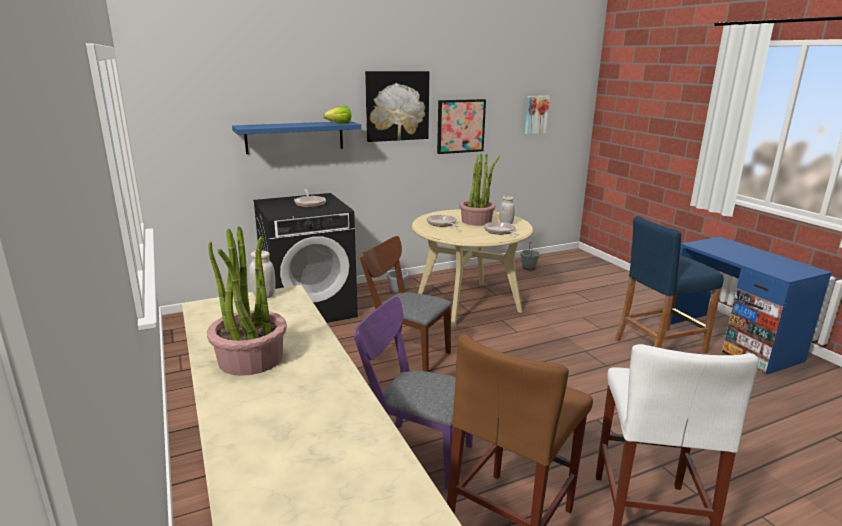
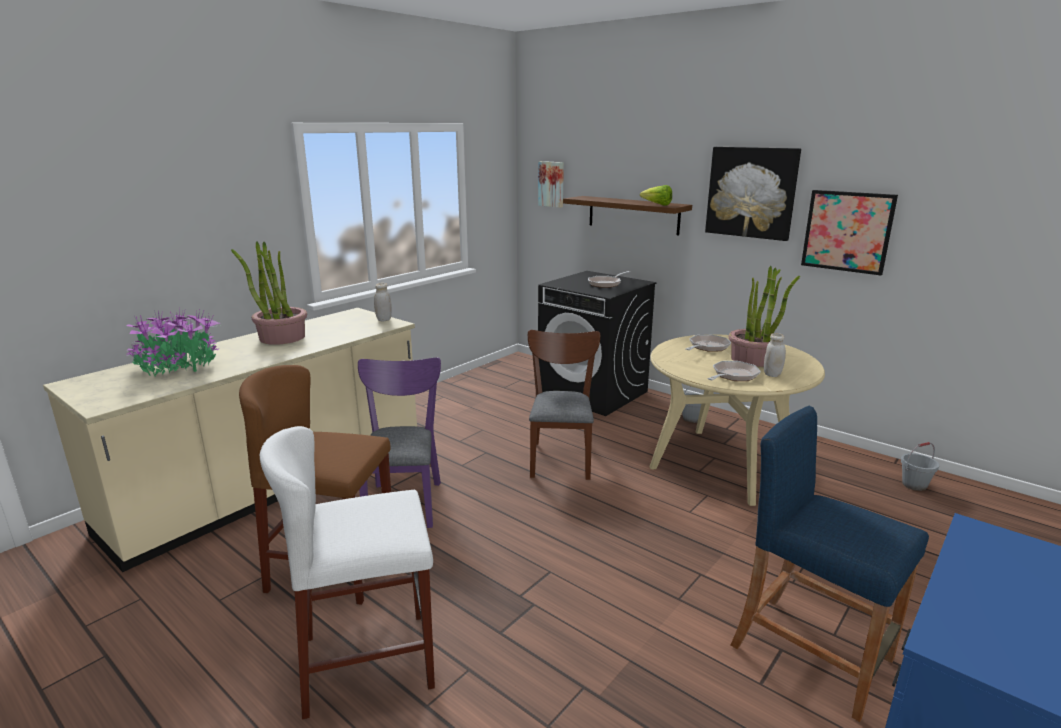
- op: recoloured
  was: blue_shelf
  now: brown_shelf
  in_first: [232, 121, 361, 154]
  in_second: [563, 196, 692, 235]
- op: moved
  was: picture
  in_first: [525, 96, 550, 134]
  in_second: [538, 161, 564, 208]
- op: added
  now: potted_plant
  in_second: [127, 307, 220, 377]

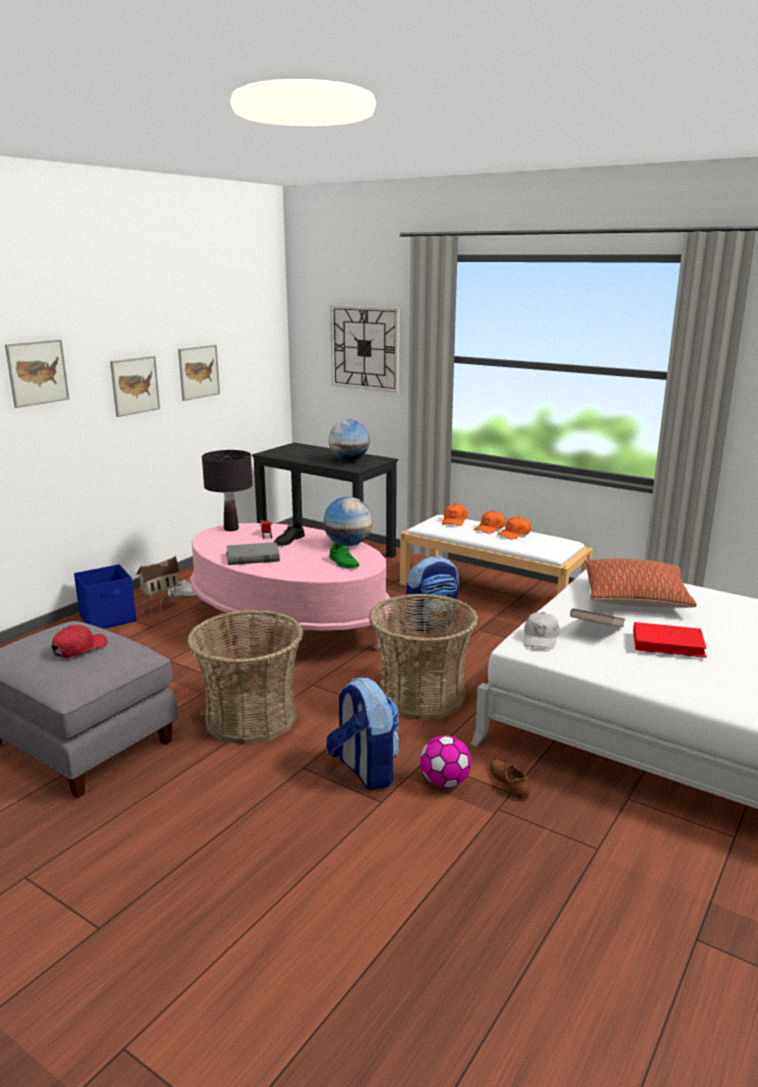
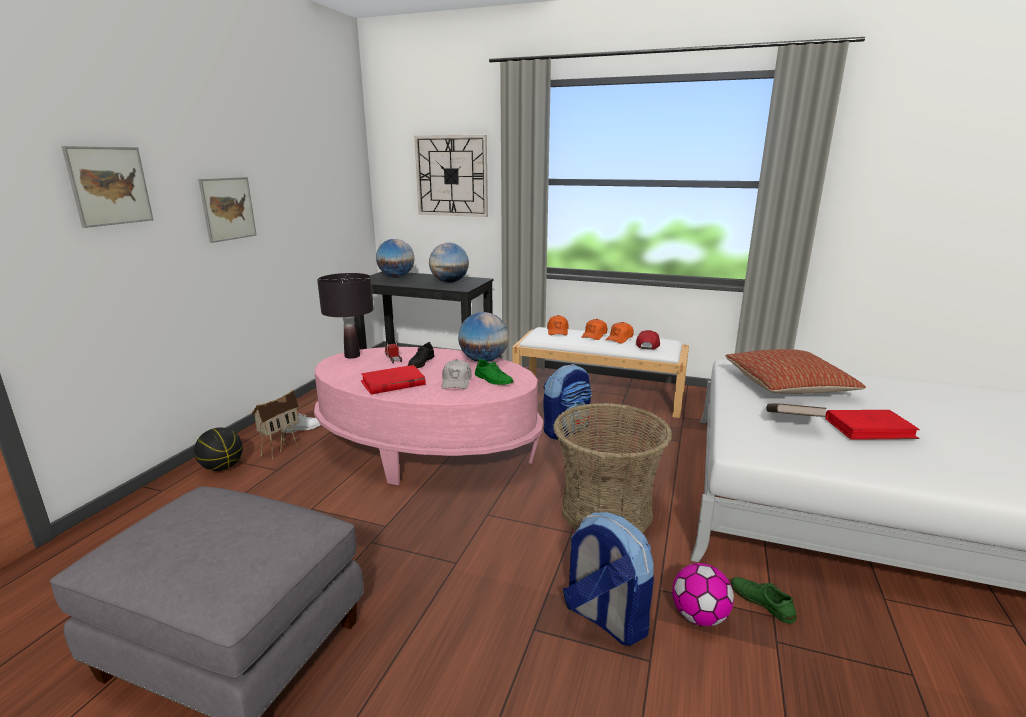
- op: moved
  was: red_cap
  in_first: [51, 625, 108, 658]
  in_second: [636, 330, 660, 350]
- op: replaced
  was: blue_storage_box
  now: basketball
  in_first: [74, 564, 136, 629]
  in_second: [194, 428, 243, 471]
- op: removed
  was: picture
  in_first: [178, 345, 220, 401]
- op: removed
  was: basket
  in_first: [187, 610, 304, 745]
- op: recoloured
  was: grey_book
  now: red_book
  in_first: [226, 542, 280, 565]
  in_second: [361, 365, 426, 394]
- op: recoloured
  was: brown_shoe
  now: green_shoe
  in_first: [490, 759, 529, 799]
  in_second: [730, 577, 796, 624]
- op: moved
  was: white_cap
  in_first: [523, 612, 559, 649]
  in_second: [442, 359, 472, 389]
- op: added
  now: globe
  in_second: [376, 239, 415, 277]

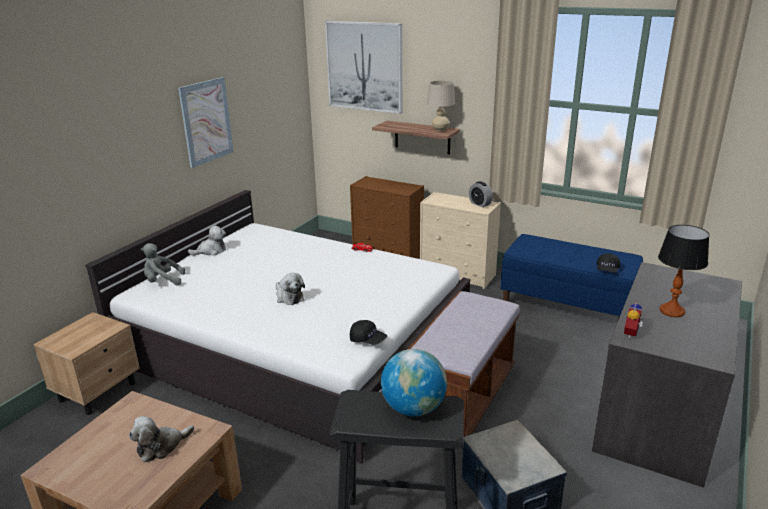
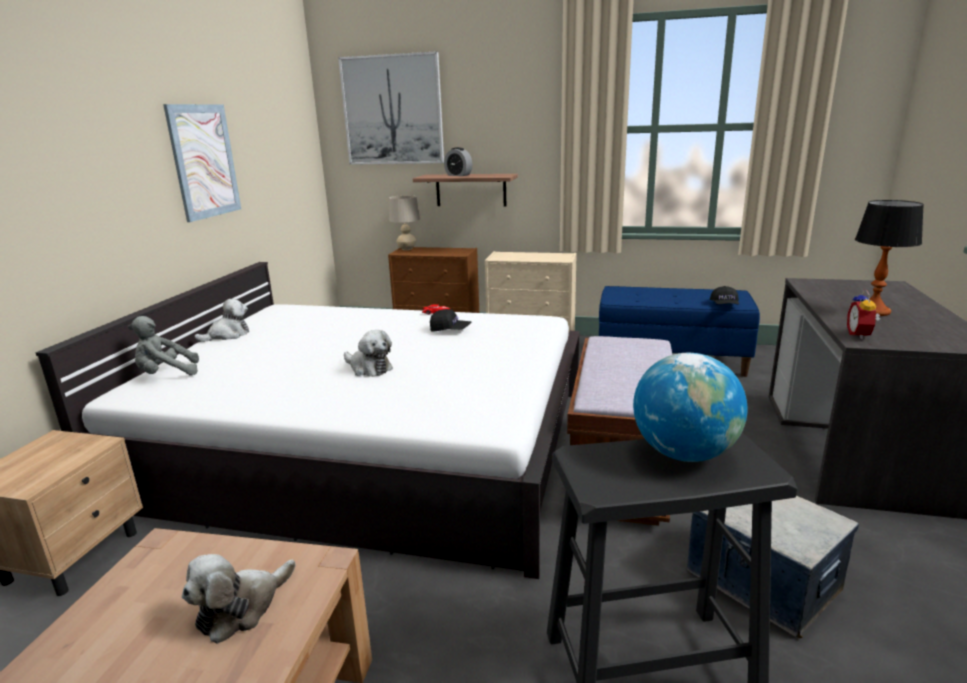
- op: moved
  was: black_cap
  in_first: [350, 320, 387, 345]
  in_second: [430, 309, 471, 332]
- op: moved
  was: beige_table_lamp
  in_first: [427, 81, 455, 131]
  in_second: [389, 195, 420, 250]
- op: moved
  was: alarm_clock
  in_first: [469, 181, 493, 207]
  in_second: [444, 147, 472, 176]

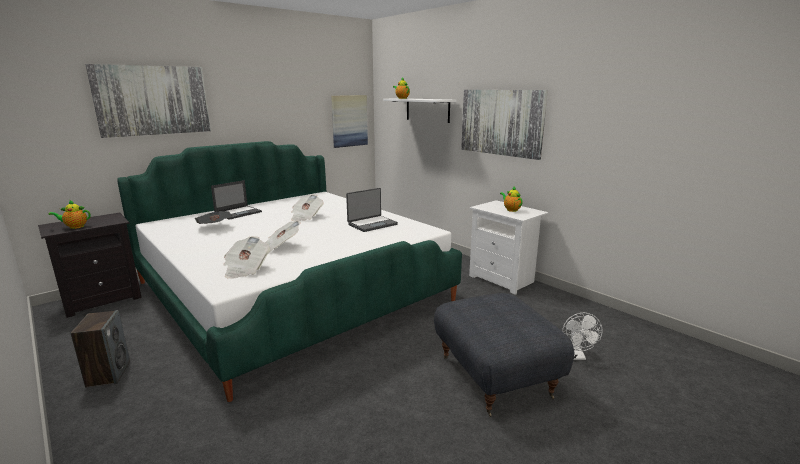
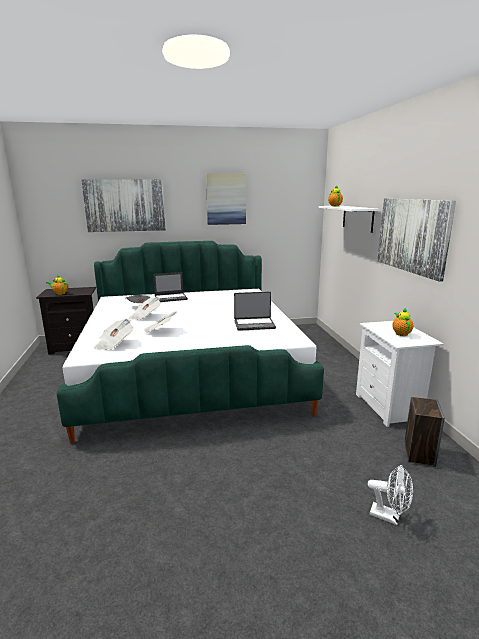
- op: moved
  was: speaker
  in_first: [71, 310, 130, 387]
  in_second: [404, 397, 445, 467]
- op: moved
  was: newspaper
  in_first: [291, 194, 323, 221]
  in_second: [129, 297, 161, 320]
- op: moved
  was: picture
  in_first: [331, 95, 368, 148]
  in_second: [206, 173, 246, 225]
- op: removed
  was: grey_ottoman
  in_first: [434, 293, 575, 417]
- op: turned
  was: white_fan
  in_first: [562, 313, 602, 360]
  in_second: [368, 465, 413, 525]
  clockwise: -90

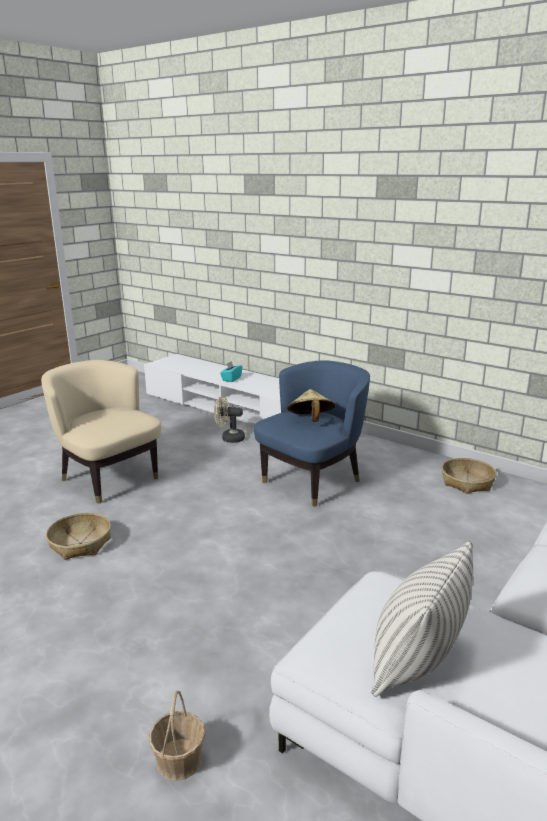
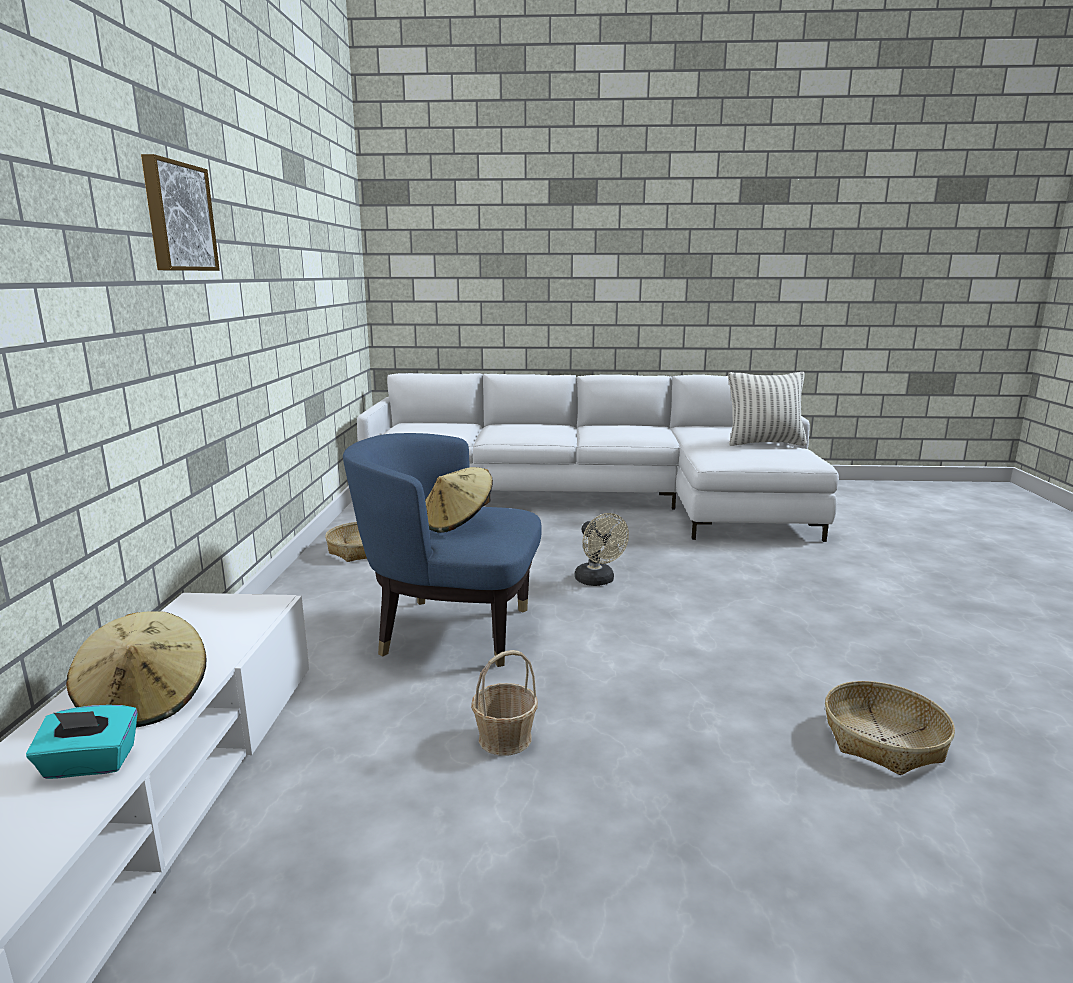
- op: removed
  was: beige_armchair
  in_first: [41, 360, 161, 504]
- op: moved
  was: basket
  in_first: [149, 690, 205, 781]
  in_second: [471, 650, 538, 755]
- op: moved
  was: beige_fan
  in_first: [214, 396, 245, 443]
  in_second: [575, 513, 629, 586]
- op: added
  now: beige_hat
  in_second: [66, 611, 207, 727]
- op: added
  now: picture
  in_second: [141, 154, 220, 271]

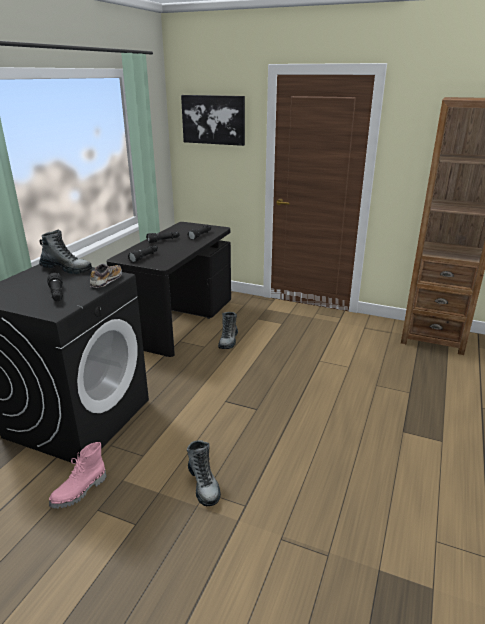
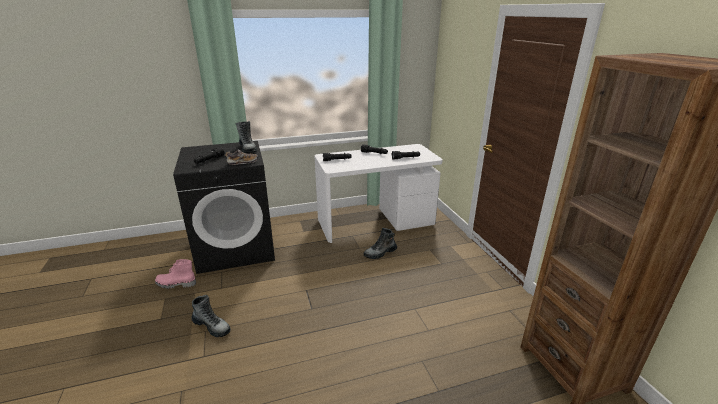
- op: recoloured
  was: black_desk
  now: white_desk
  in_first: [106, 222, 231, 357]
  in_second: [314, 144, 443, 243]
- op: removed
  was: picture
  in_first: [181, 95, 245, 146]
- op: turned
  was: boot
  in_first: [187, 440, 221, 506]
  in_second: [191, 295, 231, 337]
  clockwise: -90

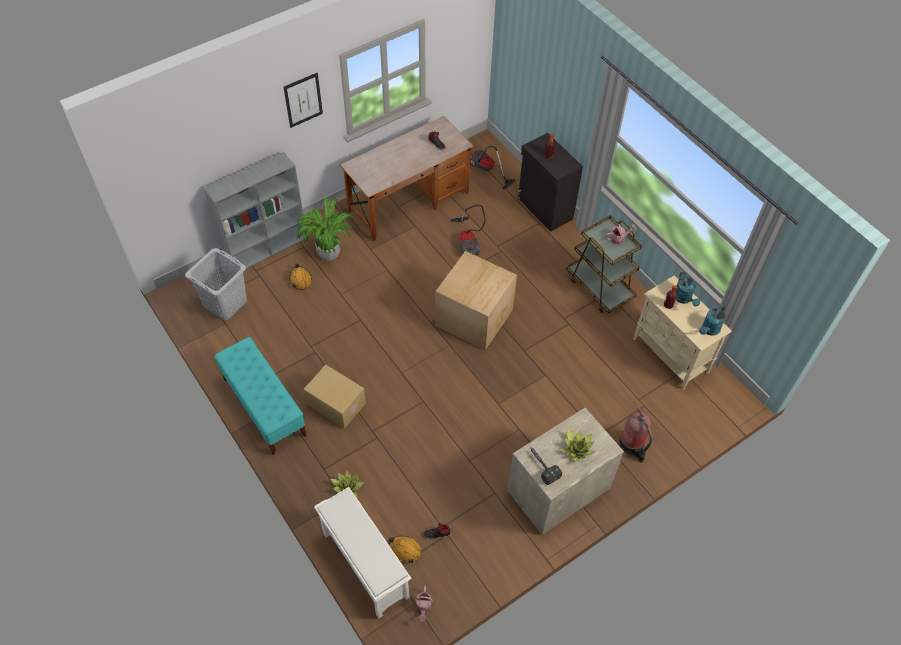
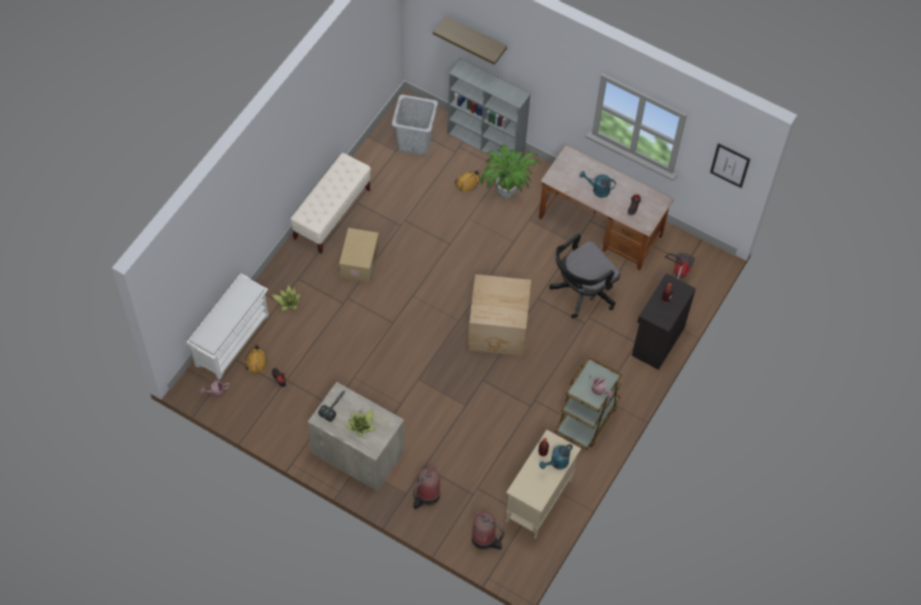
- op: recoloured
  was: turquoise_bench
  now: beige_bench
  in_first: [214, 337, 307, 455]
  in_second: [290, 153, 371, 254]
- op: moved
  was: picture
  in_first: [284, 73, 323, 128]
  in_second: [710, 143, 750, 188]
- op: replaced
  was: vacuum_cleaner
  now: black_office_chair
  in_first: [451, 205, 486, 256]
  in_second: [549, 233, 620, 318]
- op: moved
  was: turquoise_watering_can
  in_first: [699, 305, 725, 336]
  in_second: [580, 171, 616, 198]
- op: added
  now: shelf
  in_second: [433, 16, 507, 65]
- op: added
  now: fire_extinguisher
  in_second: [472, 511, 505, 550]

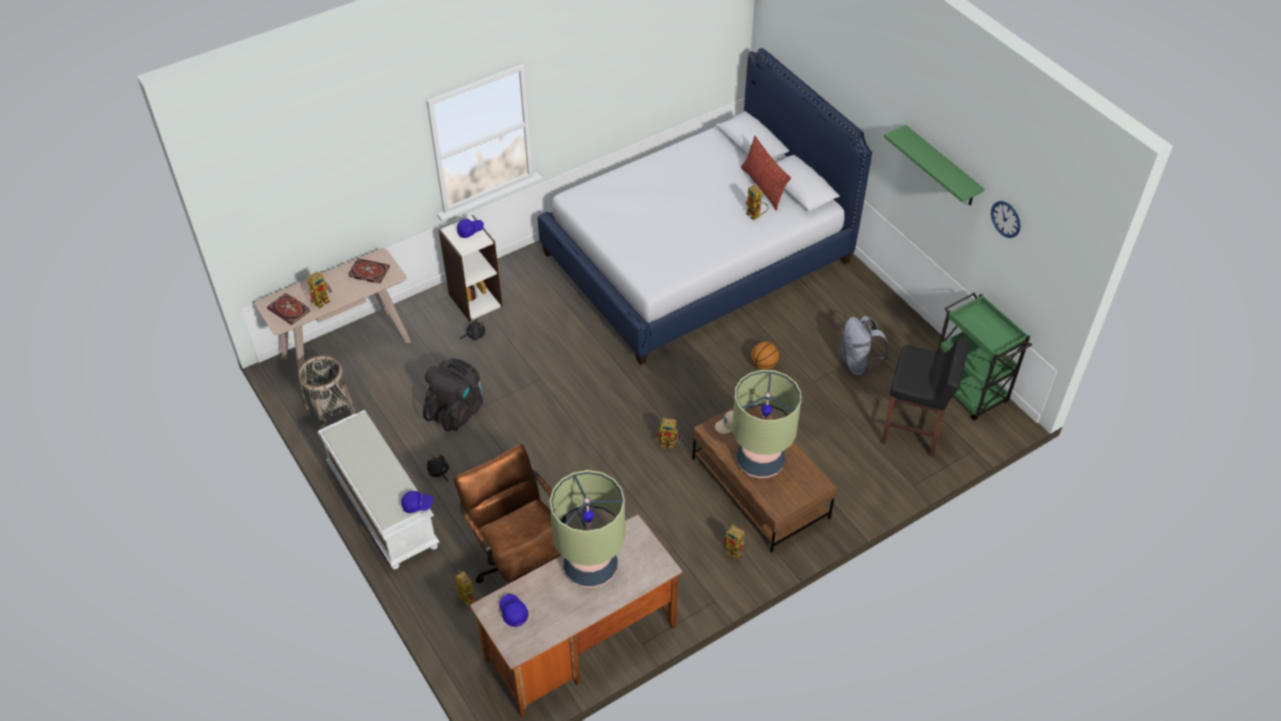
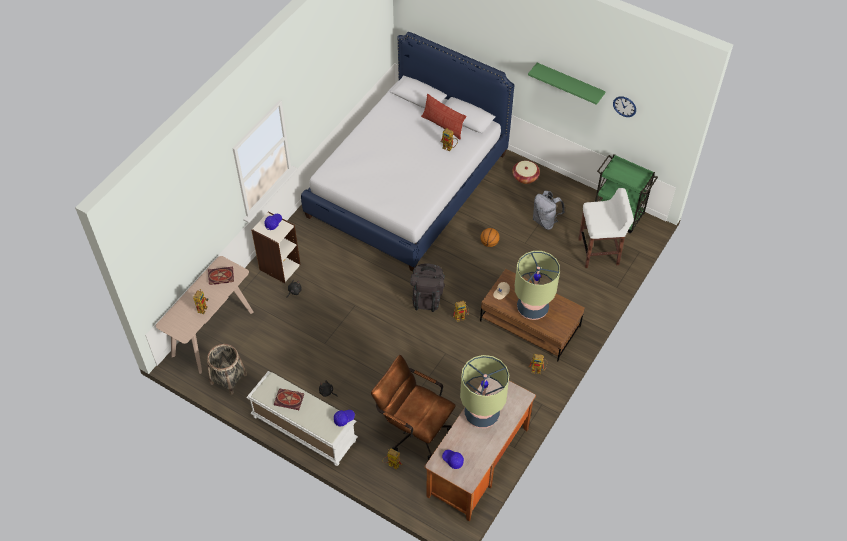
- op: moved
  was: book
  in_first: [267, 293, 310, 325]
  in_second: [274, 388, 304, 410]
- op: moved
  was: black_backpack
  in_first: [423, 359, 483, 431]
  in_second: [410, 263, 445, 312]
- op: recoloured
  was: black_stool
  now: white_stool
  in_first: [881, 338, 970, 457]
  in_second: [579, 188, 634, 268]
- op: added
  now: basket
  in_second: [512, 161, 540, 184]

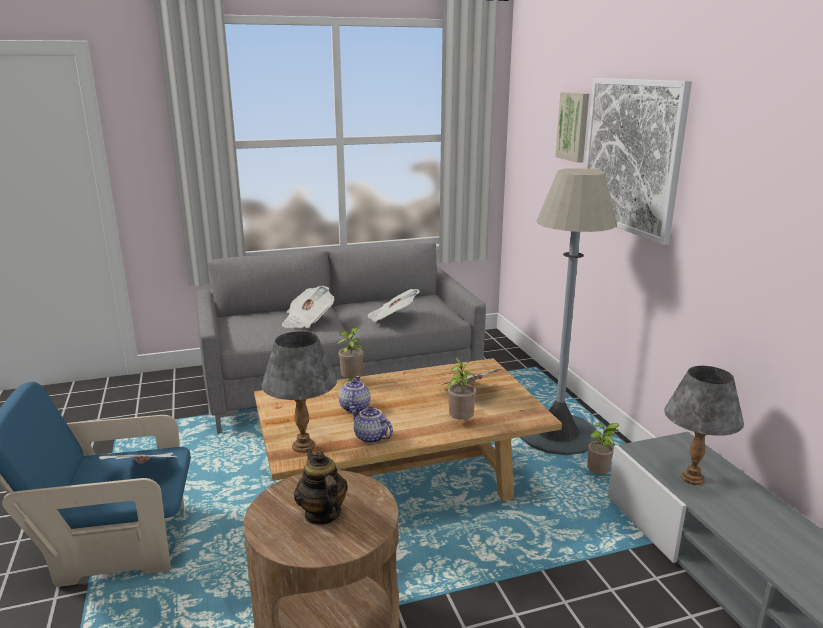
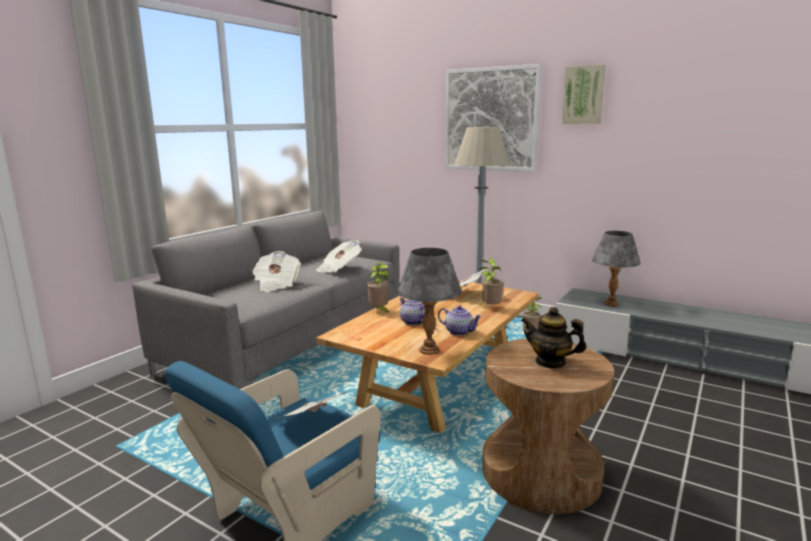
- op: turned
  was: teapot
  in_first: [350, 406, 393, 444]
  in_second: [438, 306, 482, 336]
  clockwise: -150
- op: moved
  was: picture
  in_first: [555, 92, 589, 163]
  in_second: [562, 64, 606, 124]

